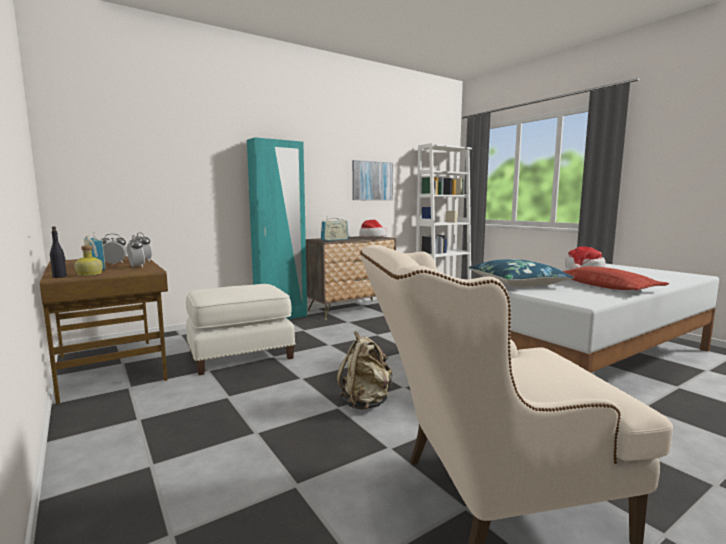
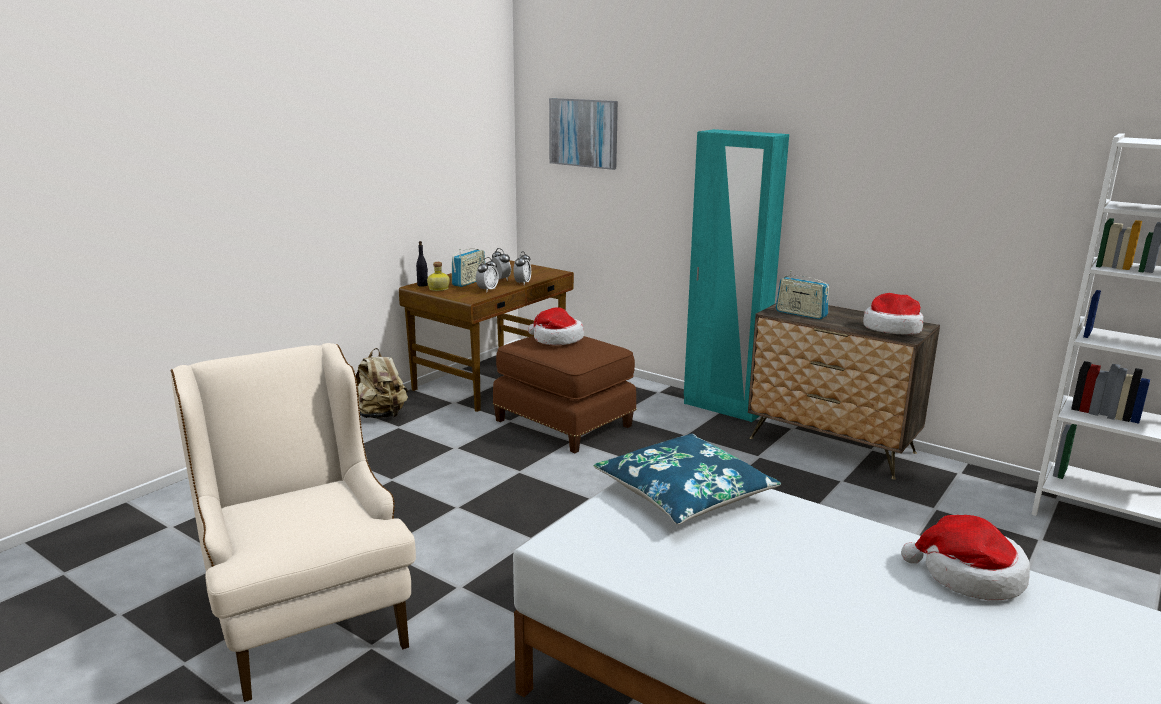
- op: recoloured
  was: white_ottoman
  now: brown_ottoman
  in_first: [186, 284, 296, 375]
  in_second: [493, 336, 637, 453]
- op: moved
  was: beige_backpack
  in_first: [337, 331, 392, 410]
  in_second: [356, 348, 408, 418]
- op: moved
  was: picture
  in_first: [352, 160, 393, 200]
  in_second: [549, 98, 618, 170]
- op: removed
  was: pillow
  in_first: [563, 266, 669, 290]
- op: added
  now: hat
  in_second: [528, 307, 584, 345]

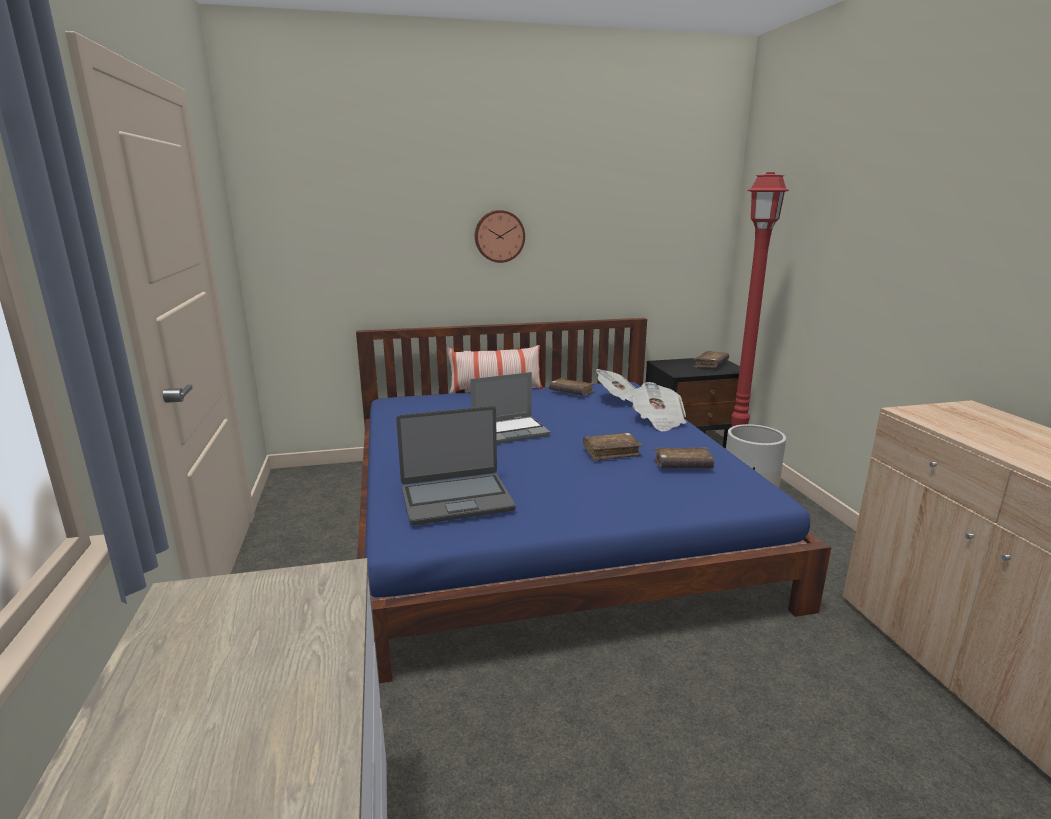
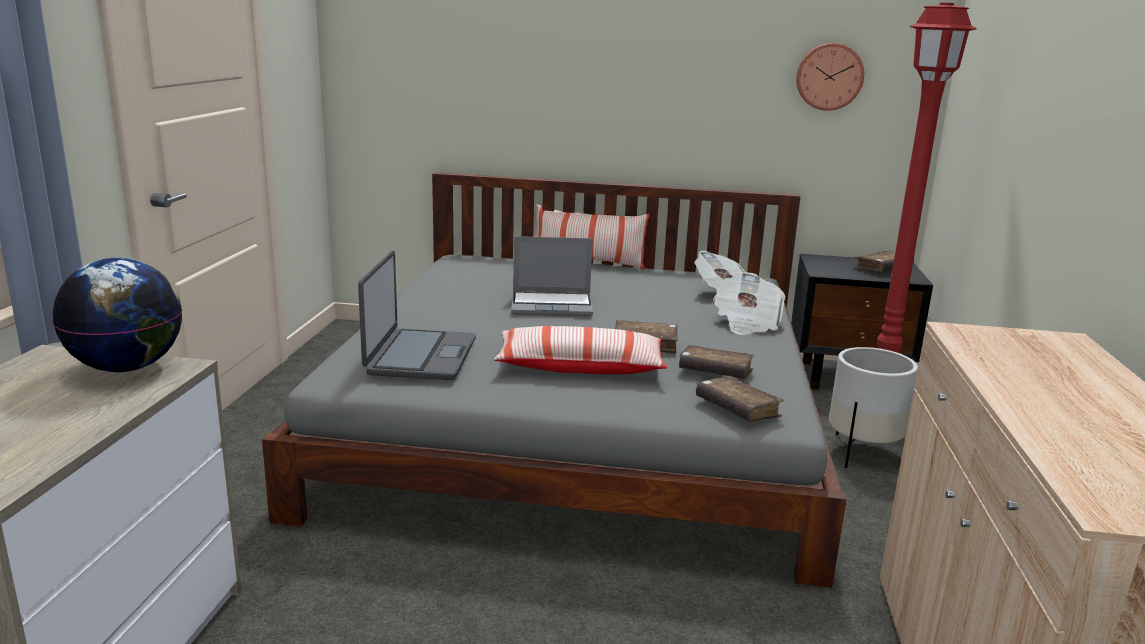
- op: recoloured
  was: blue_bed
  now: grey_bed
  in_first: [356, 318, 831, 683]
  in_second: [262, 172, 847, 587]
- op: turned
  was: laptop
  in_first: [396, 406, 515, 525]
  in_second: [358, 251, 476, 380]
  clockwise: -90
- op: moved
  was: wall_clock
  in_first: [475, 210, 525, 263]
  in_second: [796, 43, 864, 111]
- op: moved
  was: brown_book
  in_first: [549, 378, 594, 396]
  in_second: [696, 376, 784, 422]
- op: added
  now: globe
  in_second: [53, 258, 182, 372]
- op: added
  now: pillow
  in_second: [494, 326, 667, 374]

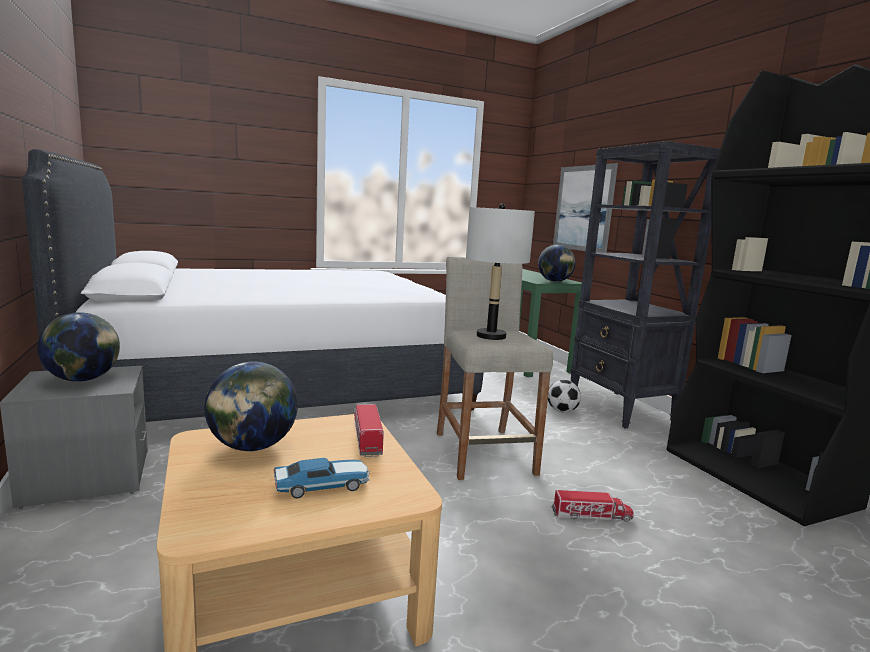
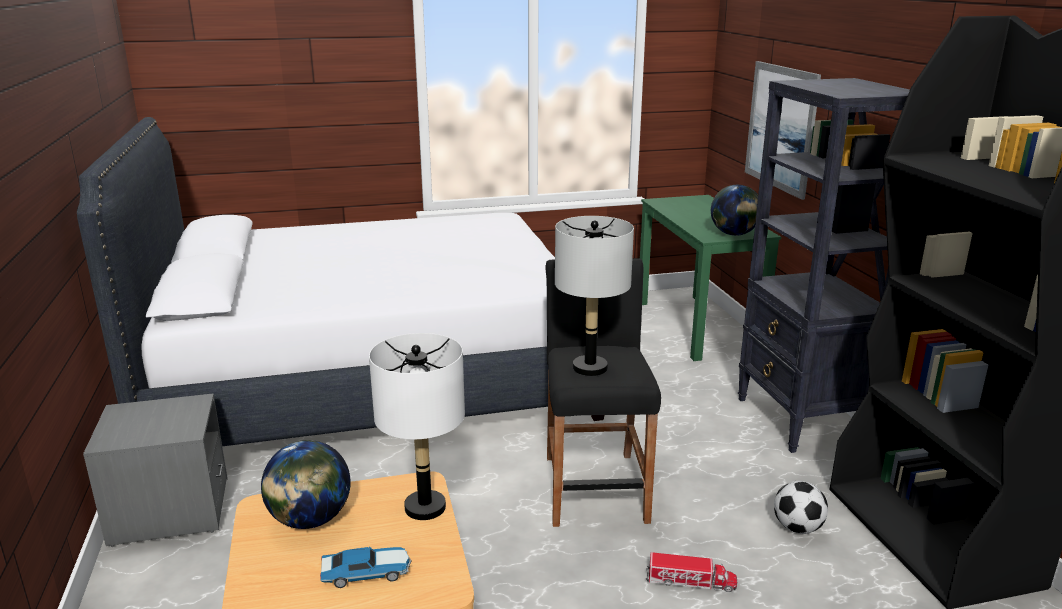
- op: removed
  was: globe
  in_first: [37, 312, 120, 382]
- op: replaced
  was: toy_truck
  now: white_table_lamp
  in_first: [354, 403, 384, 457]
  in_second: [369, 333, 465, 520]
- op: recoloured
  was: beige_stool
  now: black_stool
  in_first: [437, 256, 553, 480]
  in_second: [545, 258, 661, 527]
- op: moved
  was: football
  in_first: [548, 380, 581, 413]
  in_second: [774, 481, 828, 534]

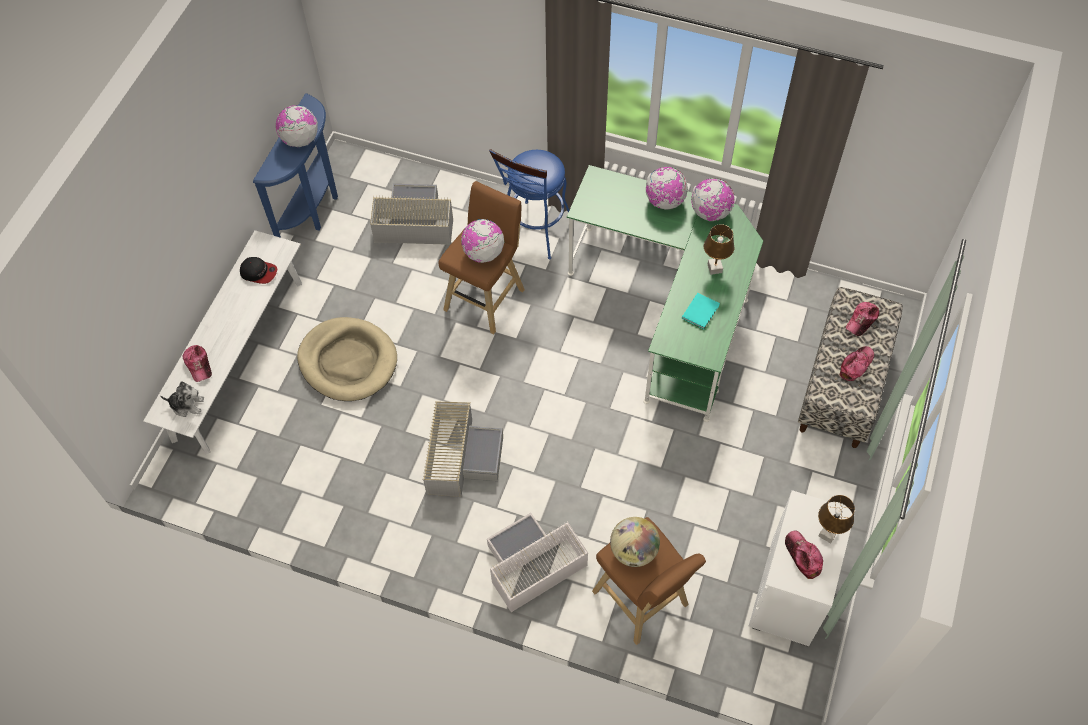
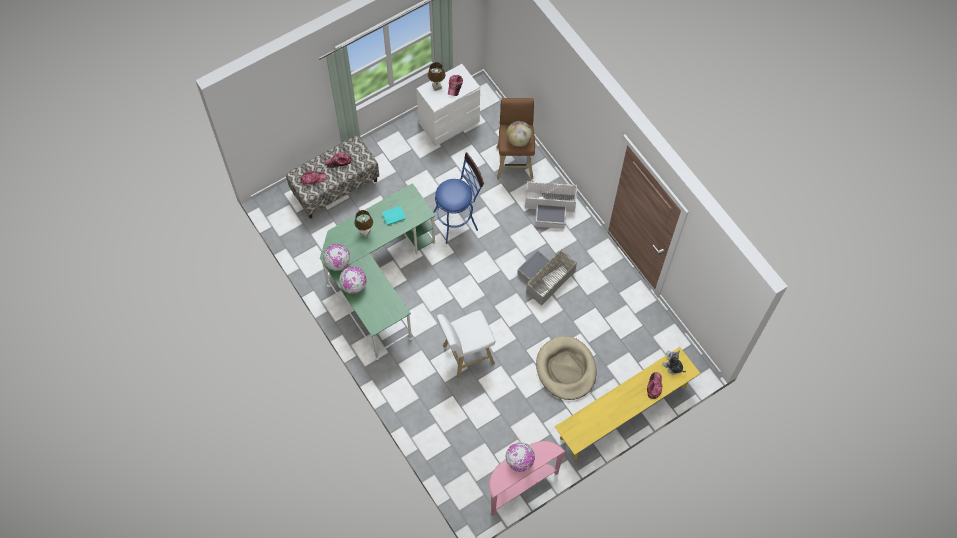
- op: recoloured
  was: white_bench
  now: yellow_bench
  in_first: [143, 230, 302, 455]
  in_second: [555, 347, 700, 459]
- op: removed
  was: cap
  in_first: [240, 257, 277, 284]
- op: recoloured
  was: blue_console_table
  now: pink_console_table
  in_first: [253, 93, 338, 238]
  in_second: [489, 441, 565, 516]
- op: removed
  was: grey_storage_box
  in_first: [370, 184, 453, 245]
- op: recoloured
  was: brown_stool
  now: white_stool
  in_first: [439, 181, 525, 335]
  in_second: [437, 310, 495, 379]
- op: removed
  was: globe
  in_first: [461, 219, 504, 263]
- op: moved
  was: blue_stool
  in_first: [489, 149, 569, 259]
  in_second: [434, 152, 484, 244]

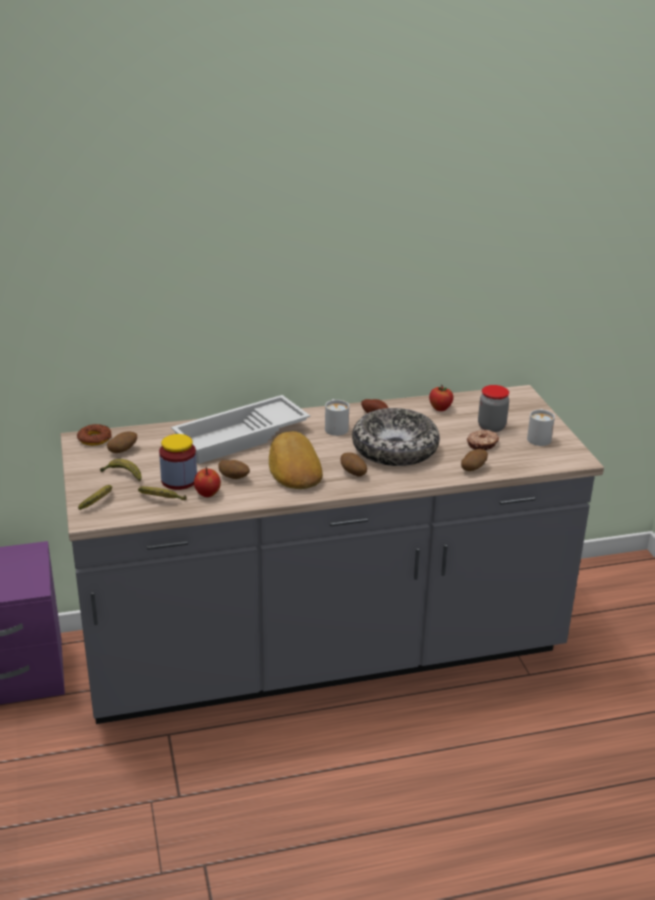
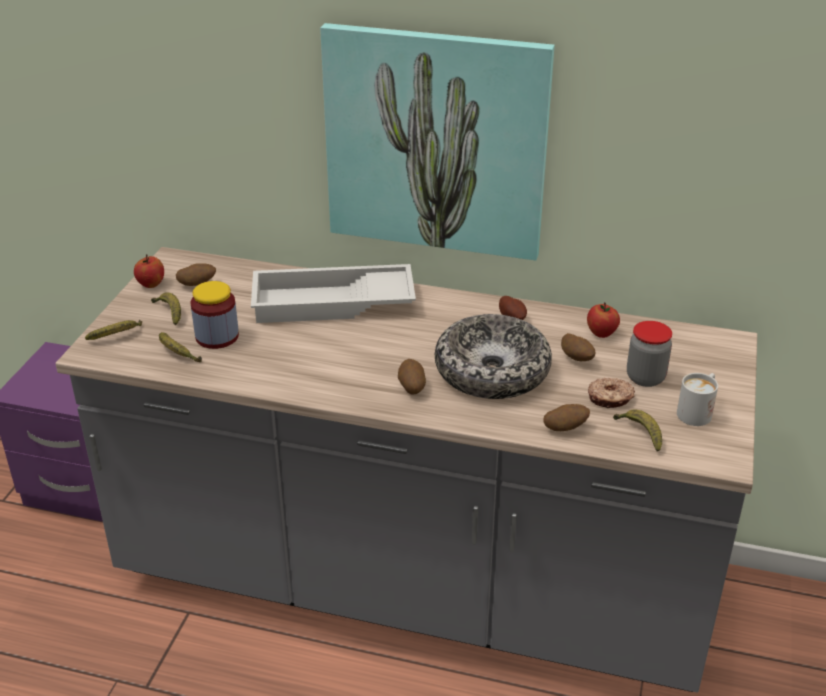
- op: removed
  was: donut
  in_first: [77, 424, 112, 446]
- op: moved
  was: apple
  in_first: [194, 467, 221, 497]
  in_second: [134, 254, 164, 288]
- op: moved
  was: potato
  in_first: [218, 460, 250, 479]
  in_second: [561, 333, 595, 361]
- op: removed
  was: bread
  in_first: [269, 431, 323, 489]
- op: removed
  was: white_mug
  in_first: [325, 399, 349, 436]
- op: added
  now: picture
  in_second: [320, 23, 555, 261]
- op: added
  now: banana
  in_second: [613, 409, 662, 452]

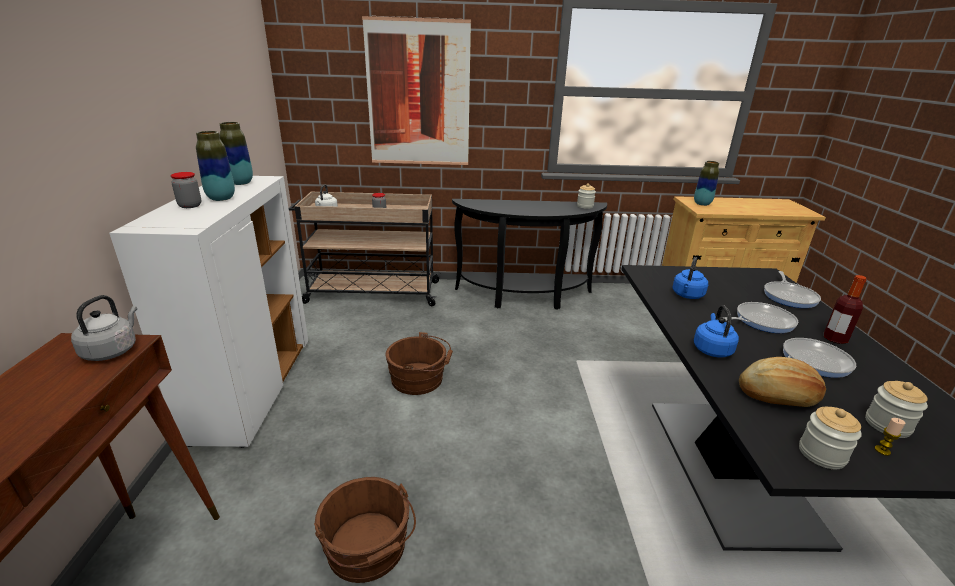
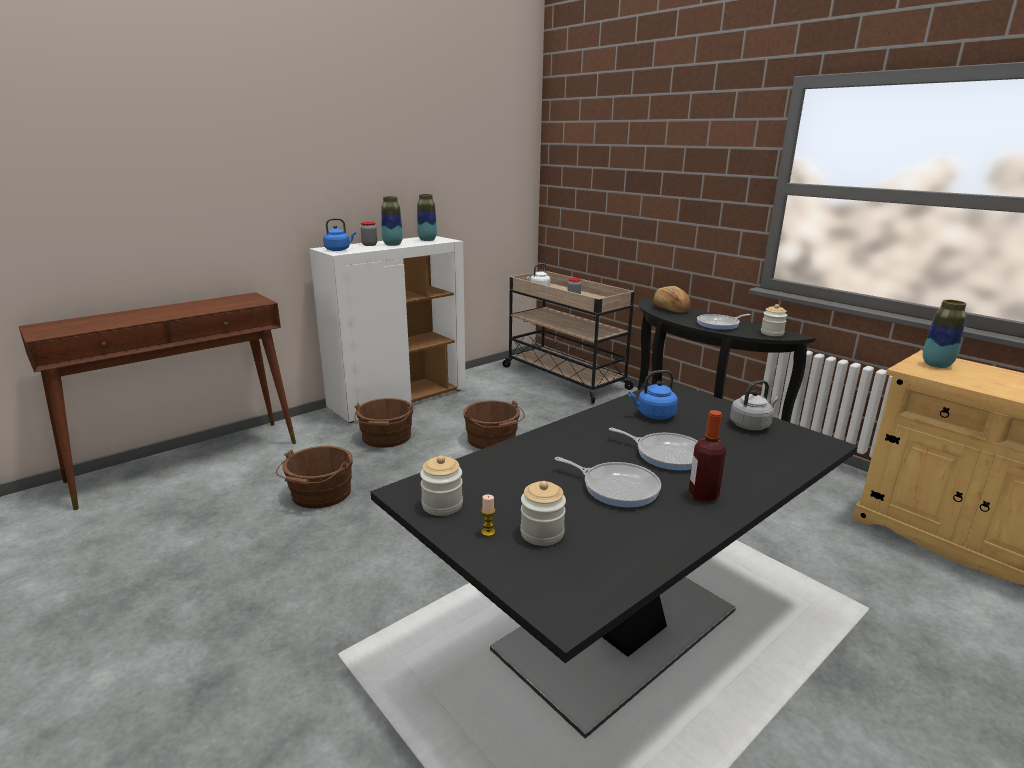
- op: moved
  was: grey_kettle
  in_first: [71, 295, 137, 361]
  in_second: [730, 380, 779, 430]
- op: removed
  was: picture
  in_first: [362, 16, 471, 165]
- op: moved
  was: blue_kettle
  in_first: [694, 305, 739, 357]
  in_second: [323, 218, 356, 251]
- op: moved
  was: bread
  in_first: [739, 357, 826, 407]
  in_second: [653, 286, 691, 313]
- op: moved
  was: frying_pan
  in_first: [764, 271, 821, 308]
  in_second: [697, 314, 751, 330]
- op: added
  now: brown_bucket
  in_second: [354, 398, 414, 448]

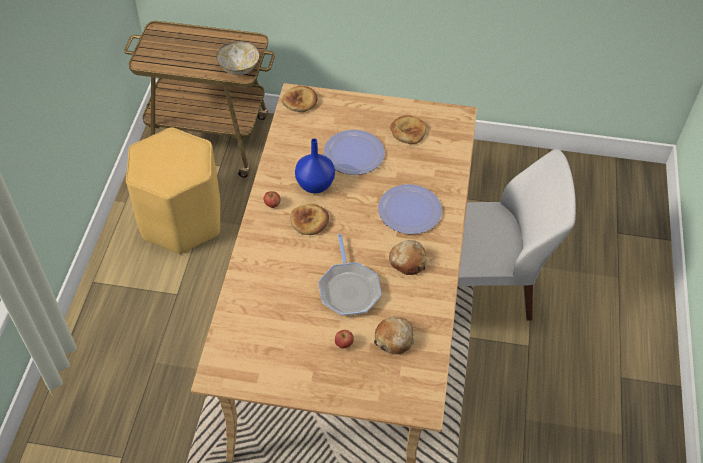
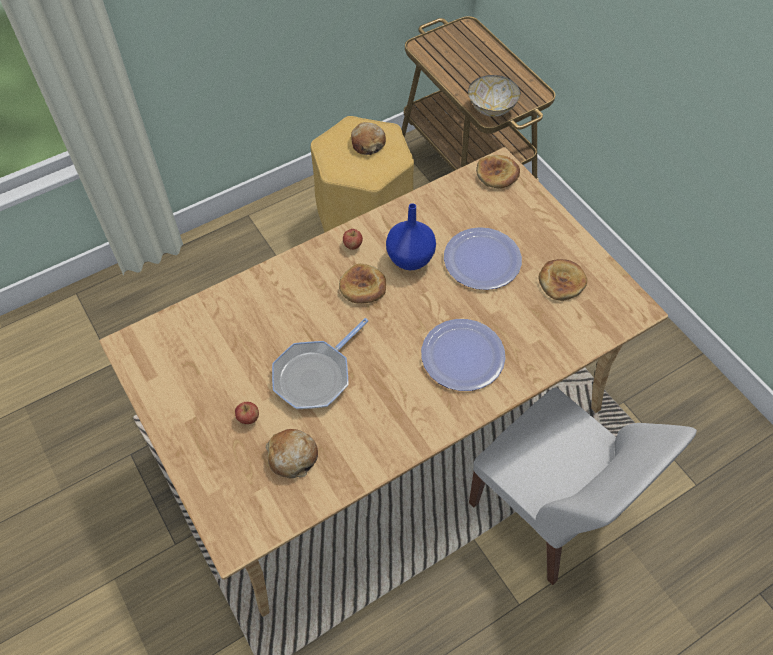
- op: moved
  was: bread
  in_first: [389, 240, 428, 275]
  in_second: [351, 122, 386, 155]

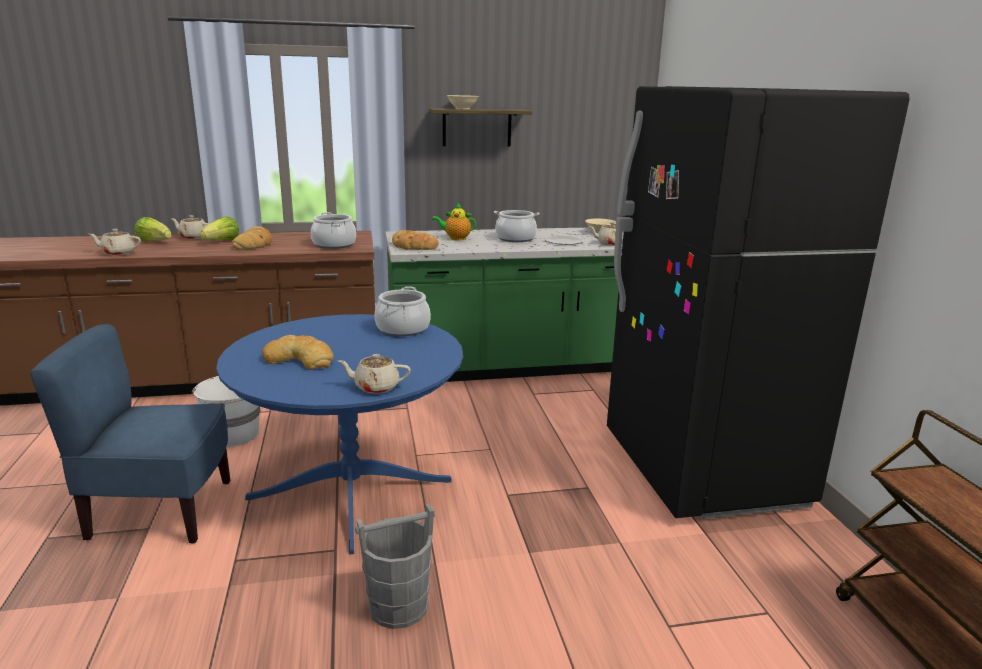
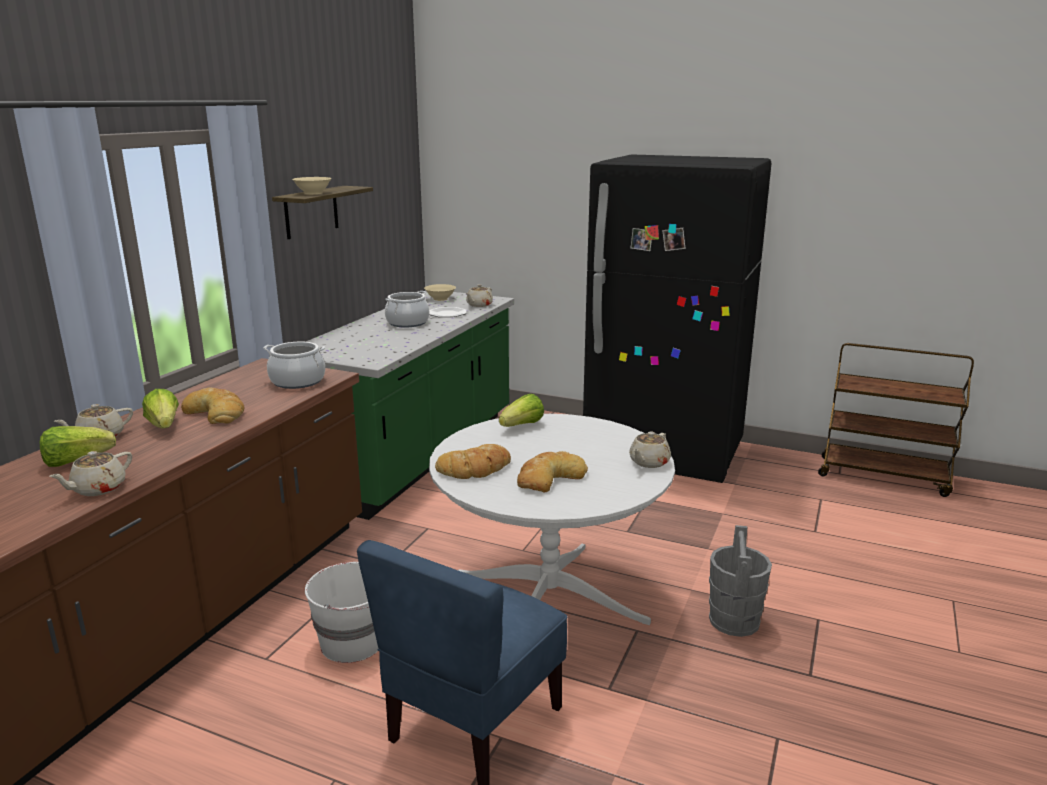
- op: recoloured
  was: blue_dining_table
  now: white_dining_table
  in_first: [216, 314, 463, 555]
  in_second: [429, 414, 675, 625]
- op: replaced
  was: cooking_pot
  now: lettuce
  in_first: [375, 286, 431, 336]
  in_second: [499, 394, 544, 427]
- op: moved
  was: bread
  in_first: [392, 230, 439, 250]
  in_second: [435, 444, 511, 479]
- op: removed
  was: teapot
  in_first: [432, 204, 476, 241]

